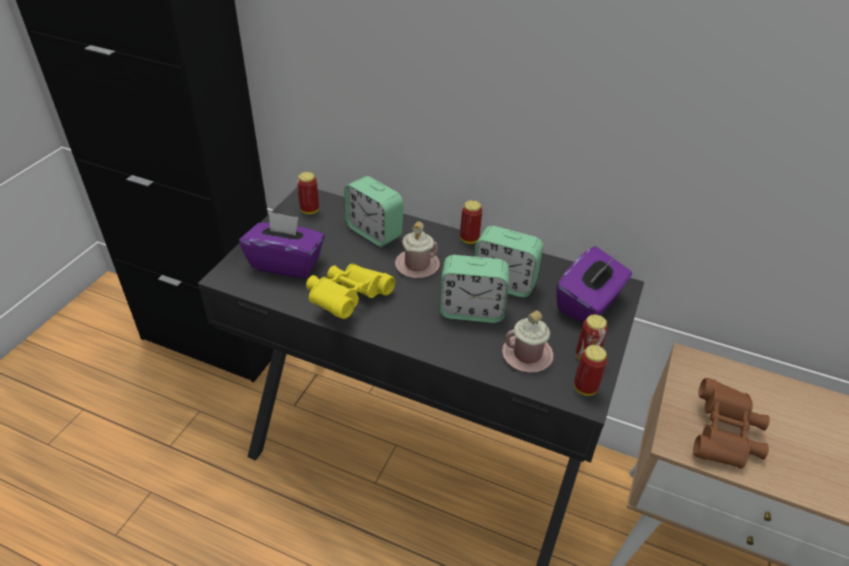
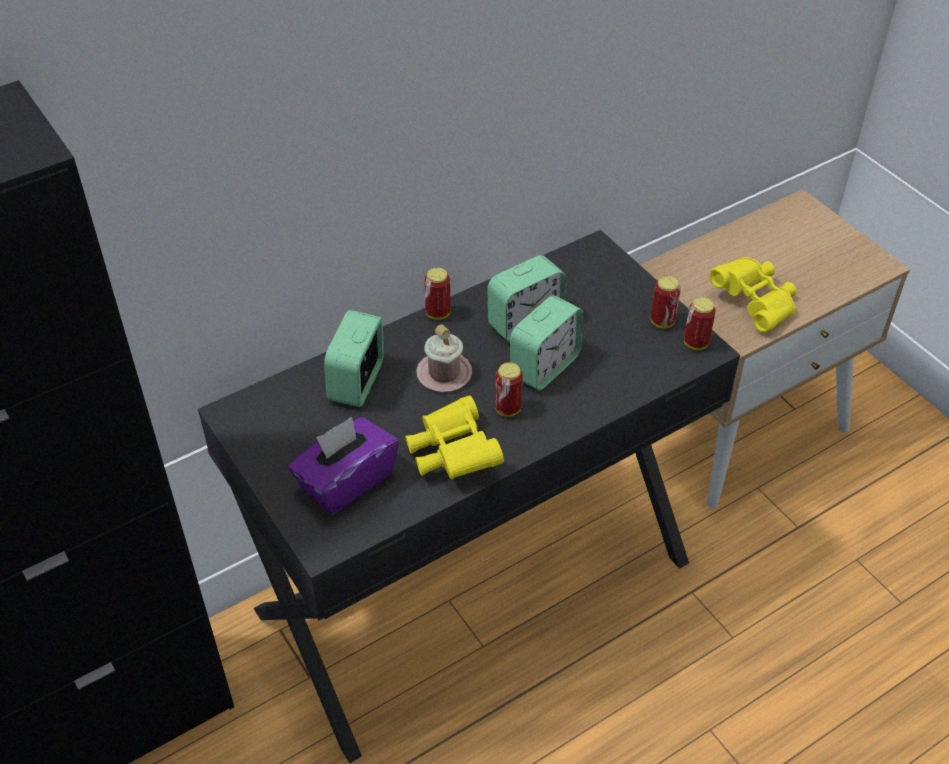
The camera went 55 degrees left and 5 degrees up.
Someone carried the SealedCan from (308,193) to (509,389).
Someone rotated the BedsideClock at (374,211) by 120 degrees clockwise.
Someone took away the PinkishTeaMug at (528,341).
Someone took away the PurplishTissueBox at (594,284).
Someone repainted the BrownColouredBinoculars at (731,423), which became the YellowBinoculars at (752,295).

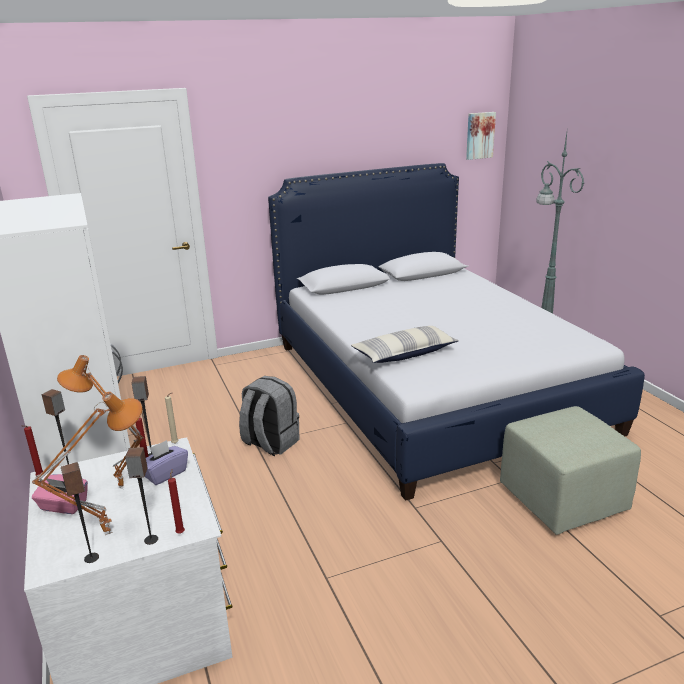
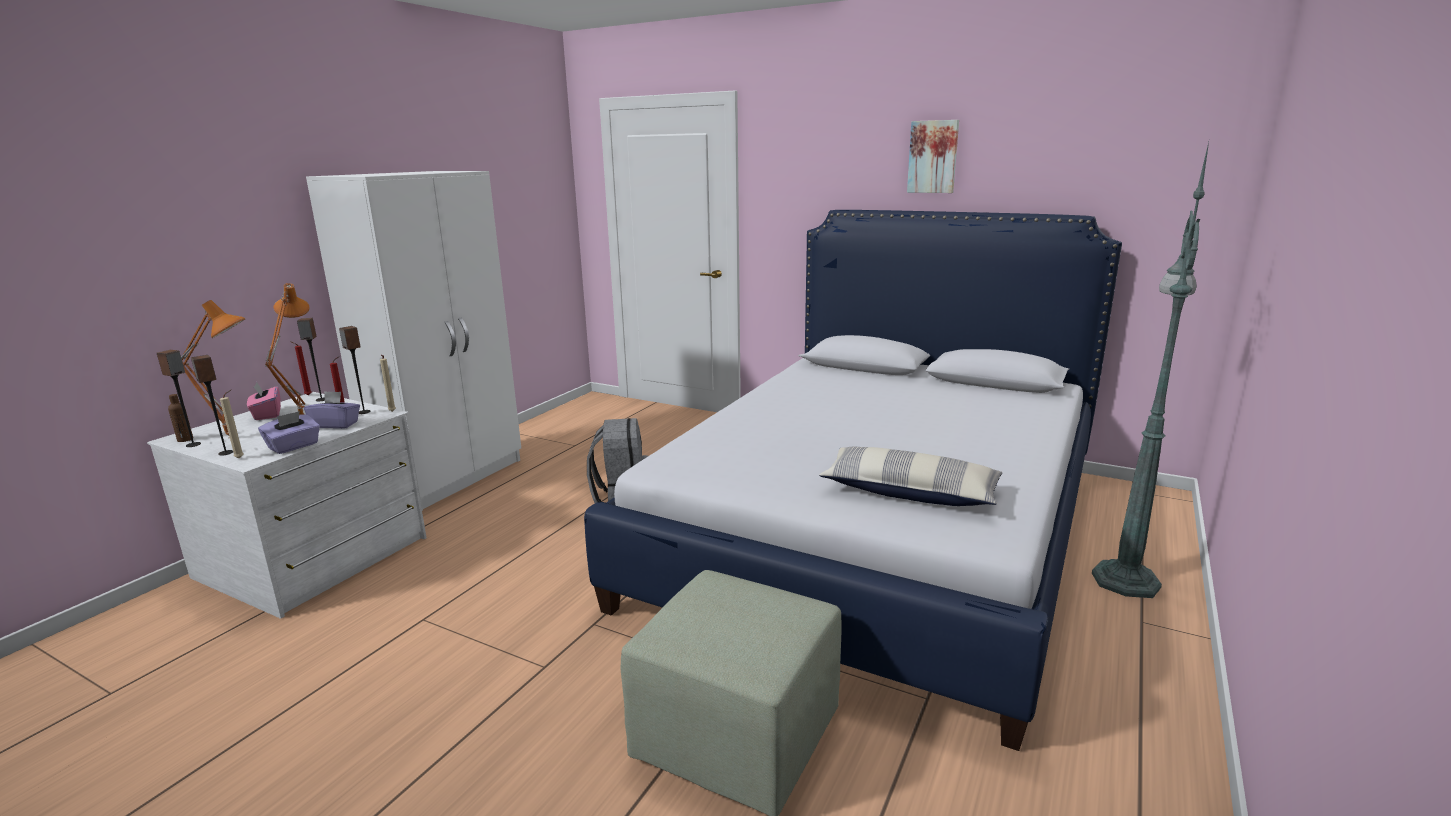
The camera went 50 degrees right and 5 degrees down.
Someone repainted the ReddishWaxLight at (176,501), which became the BeigeWaxLight at (232,424).
Someone carried the ThrowPillow from (405,344) to (910,476).
Someone carried the WallPicture from (481,136) to (933,156).
Someone put down the BrownColouredDrinkBottle at (180,418).
Someone put down the PurplishTissueBox at (289,432).

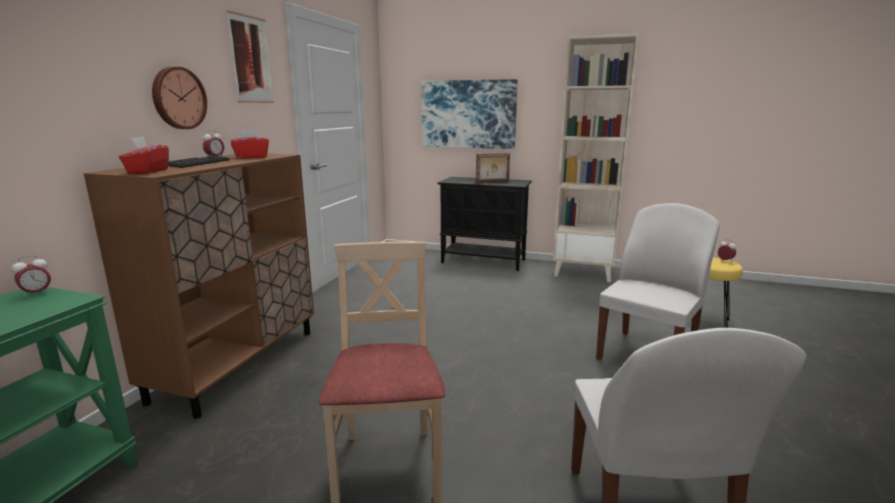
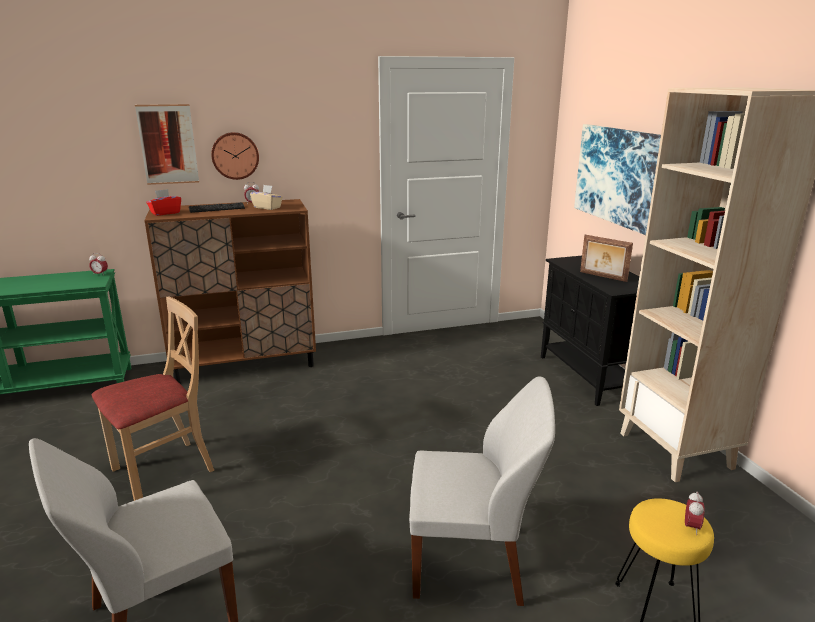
The camera went 55 degrees right and 5 degrees up.
Someone carried the WallPicture from (250,57) to (167,144).
Someone repainted the ReddishTissueBox at (250,144), which became the BeigeTissueBox at (266,197).

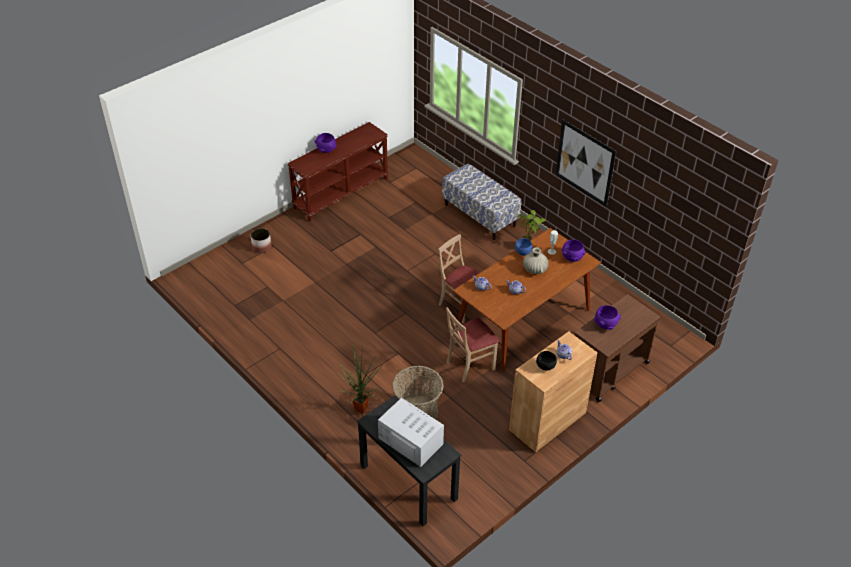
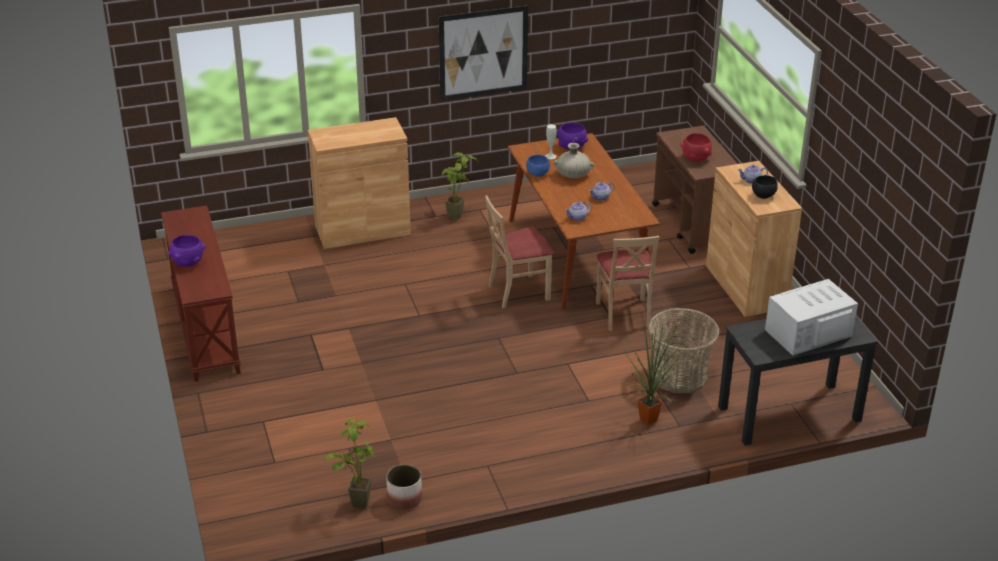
The camera went 65 degrees left and 10 degrees down.
Someone carried the FlowerPot from (261,240) to (404,487).
Someone swapped the IndoorBench at (481,201) for the BrownColouredStorageCabinet at (359,183).
Someone repainted the PurplishBowl at (607,317), which became the ReddishBowl at (696,147).
Someone put down the PlantInAPot at (349,464).

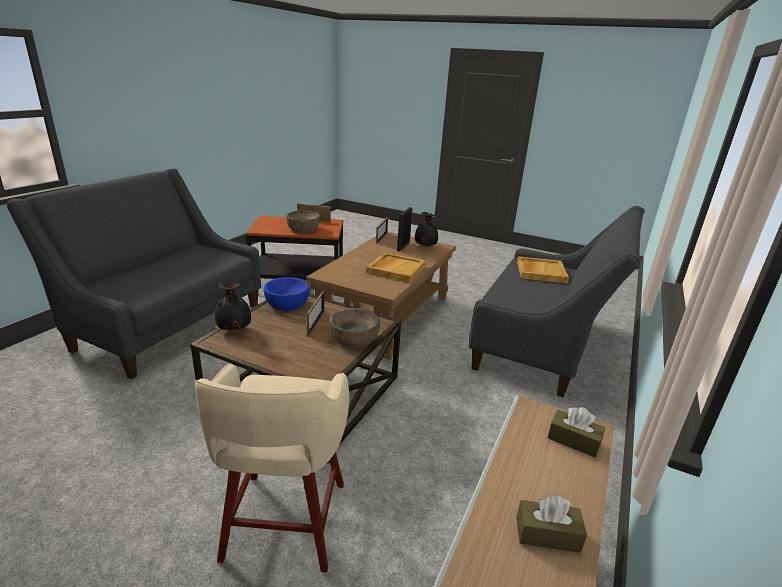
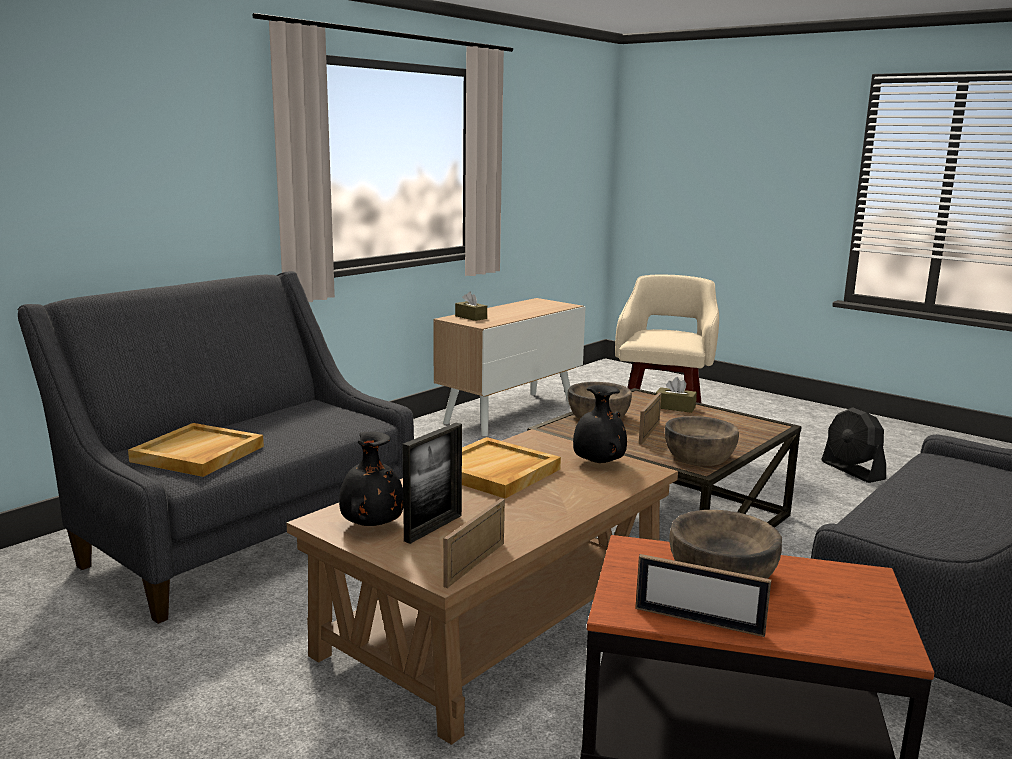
The camera went 165 degrees left and 10 degrees down.
Someone carried the BlackishFlowerVase from (233,306) to (600,424).
Someone repainted the BlueBowl at (287,294), which became the BrownColouredBowl at (702,441).
Someone carried the BrownColouredTissueBox from (551,524) to (676,395).
Someone put down the BlackishFan at (853,445).

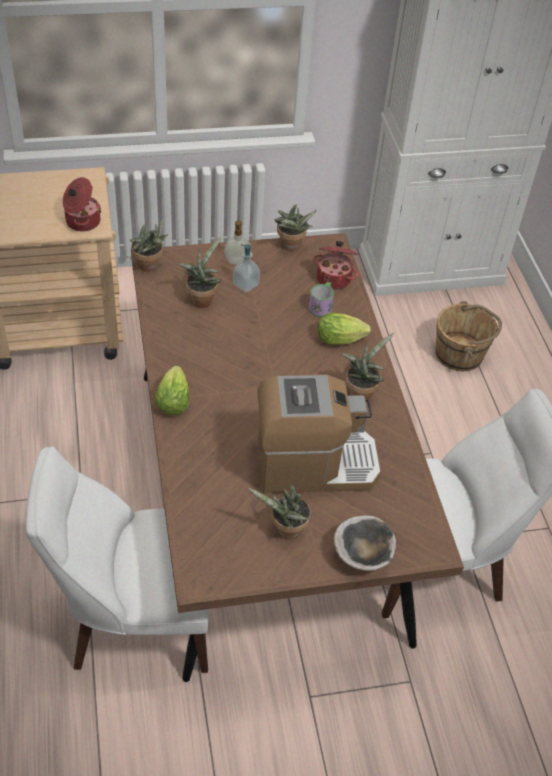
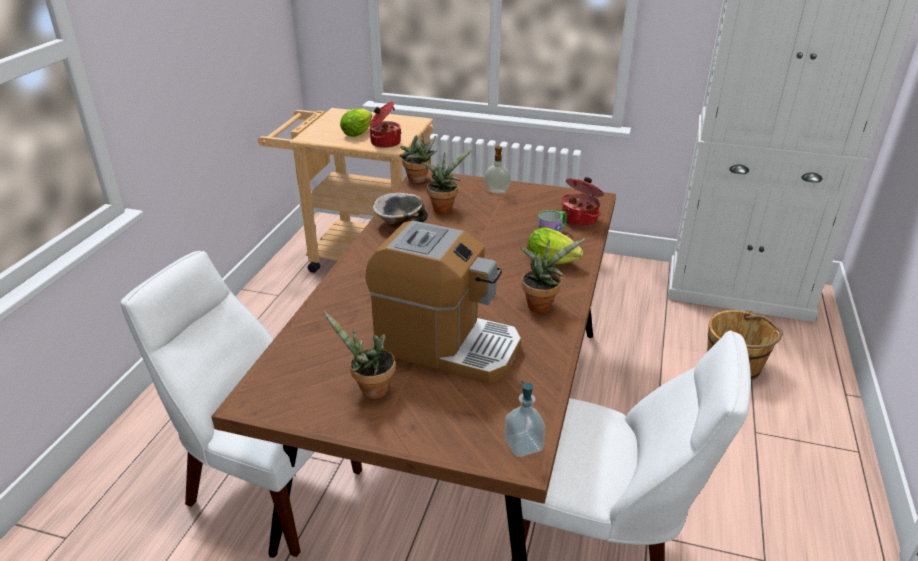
The camera went 30 degrees right and 15 degrees down.
Someone carried the HeadOfLettuce from (172,390) to (356,123).
Someone carried the LiquidSoapBottle from (246,268) to (525,419).
Someone took away the PlantInAPot at (295,227).
Someone carried the Bowl from (365,543) to (400,210).

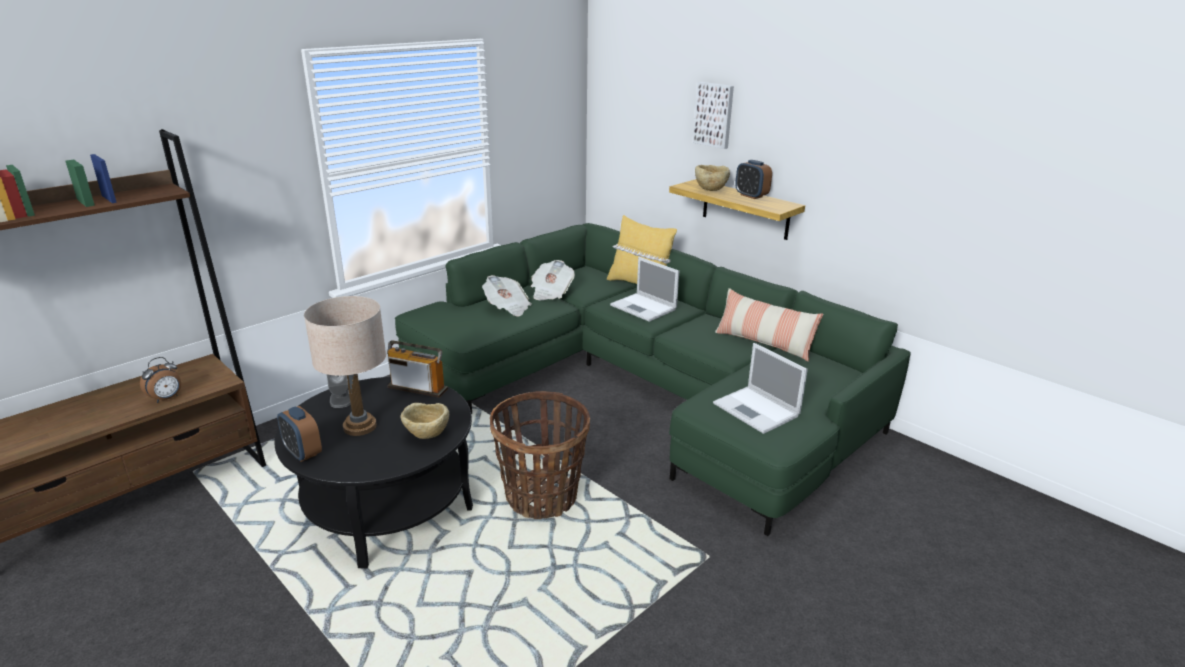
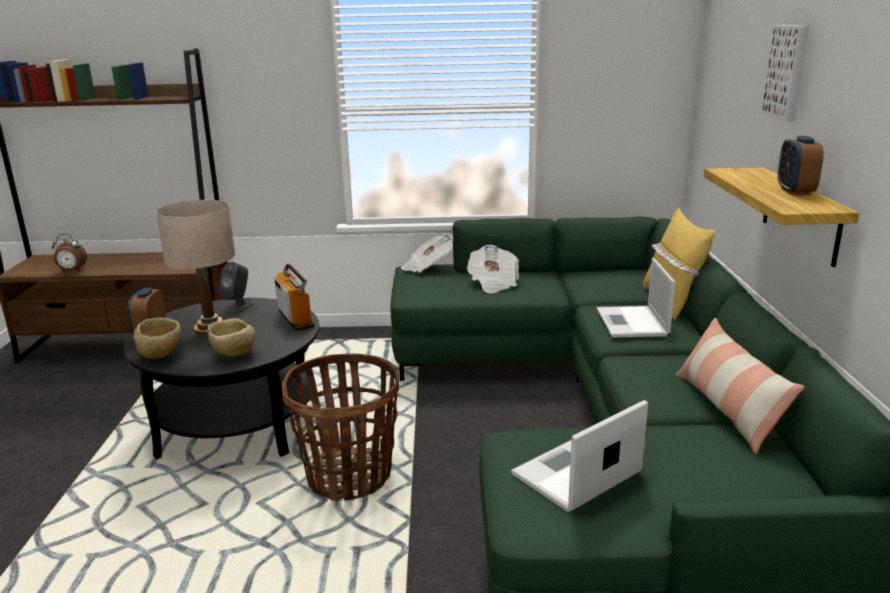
The camera went 45 degrees right and 5 degrees down.
Someone carried the BedsideClock from (160,380) to (69,253).
Someone carried the PrintedPaper from (553,280) to (427,253).
Someone carried the BeigeBowl from (712,178) to (157,338).
Someone rotated the NotebookComputer at (760,388) by 45 degrees clockwise.

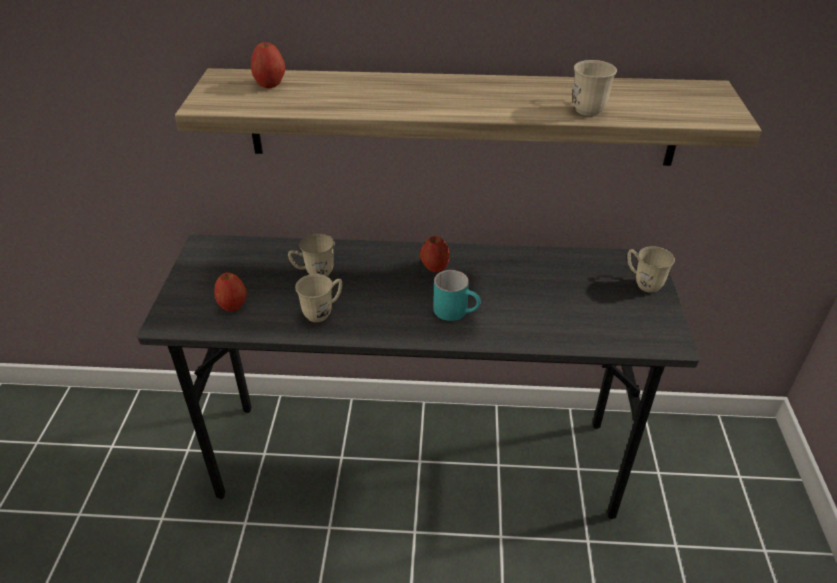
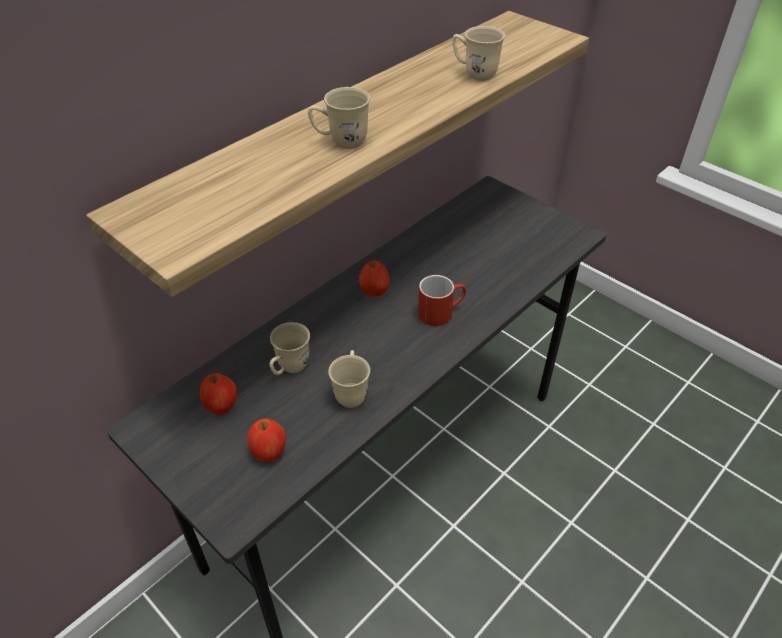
The camera went 50 degrees left and 5 degrees up.
Someone carried the Apple from (268,64) to (218,394).
Someone repainted the TurquoiseTeaMug at (457,295), which became the ReddishTeaMug at (442,300).
Someone carried the BeigeTeaMug from (651,269) to (339,118).

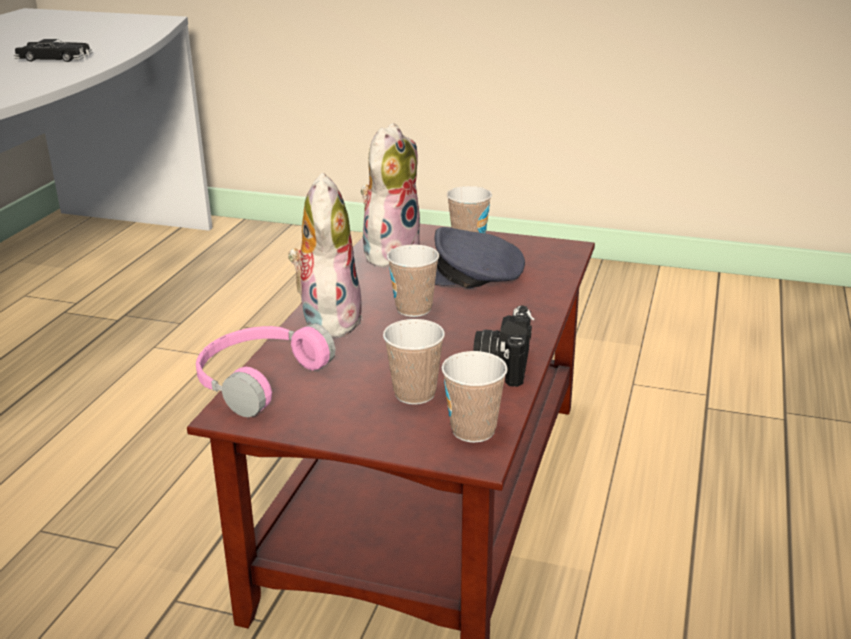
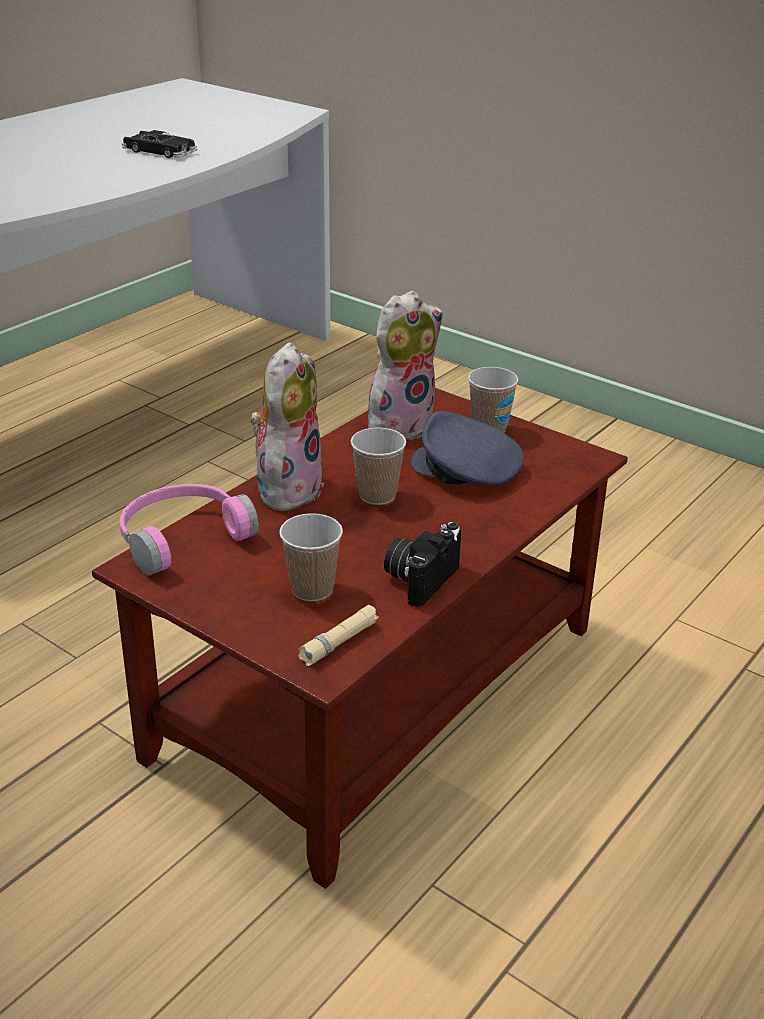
The camera went 20 degrees right and 5 degrees up.
Someone swapped the Cup at (474,397) for the BeigeHandTorch at (338,635).

